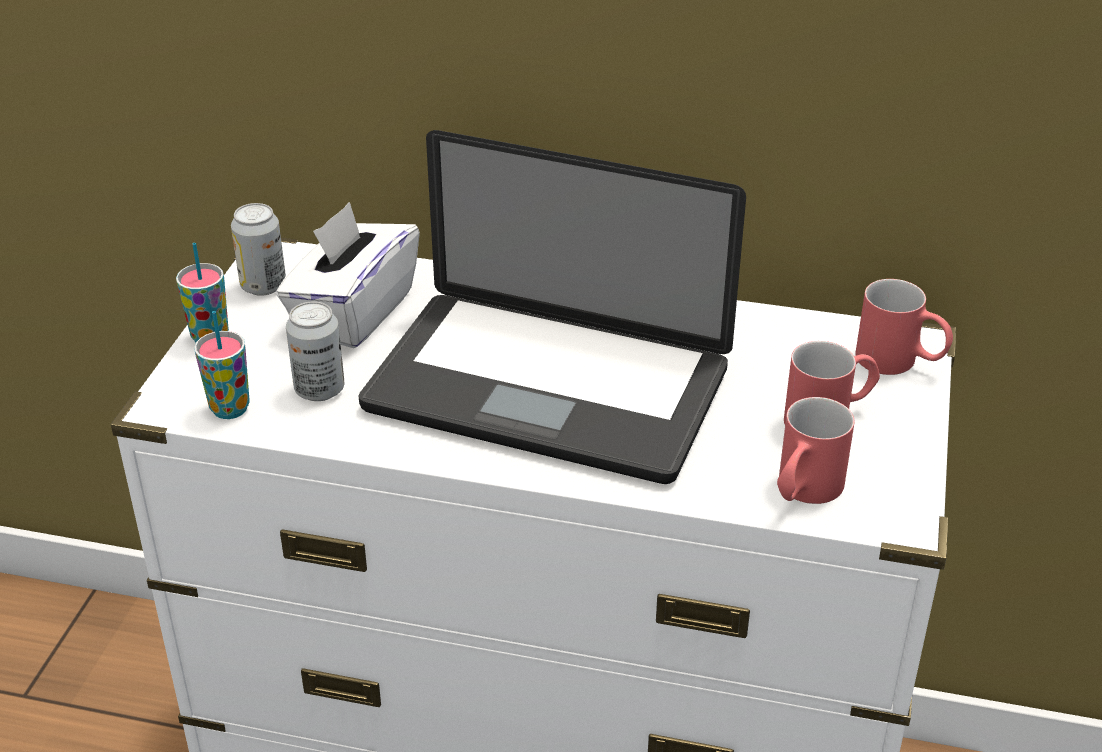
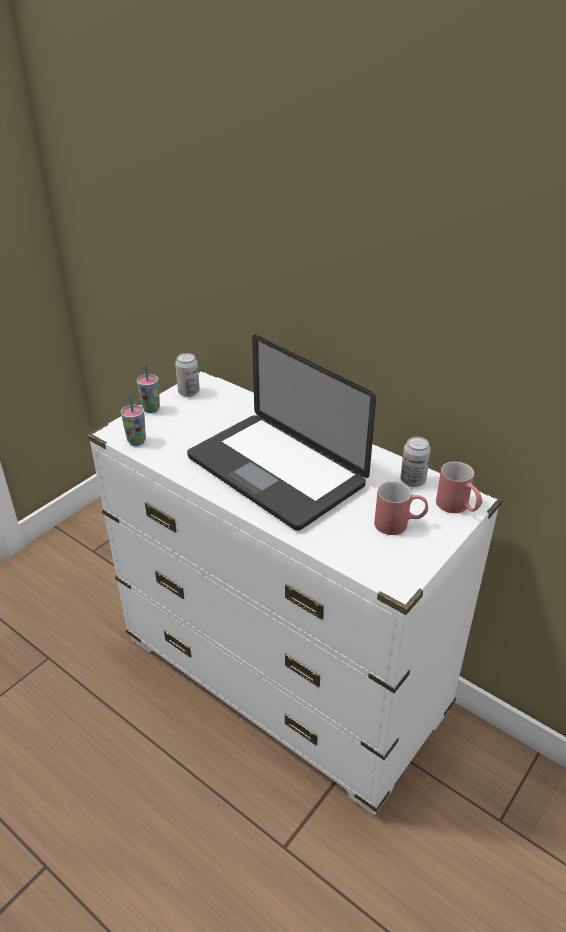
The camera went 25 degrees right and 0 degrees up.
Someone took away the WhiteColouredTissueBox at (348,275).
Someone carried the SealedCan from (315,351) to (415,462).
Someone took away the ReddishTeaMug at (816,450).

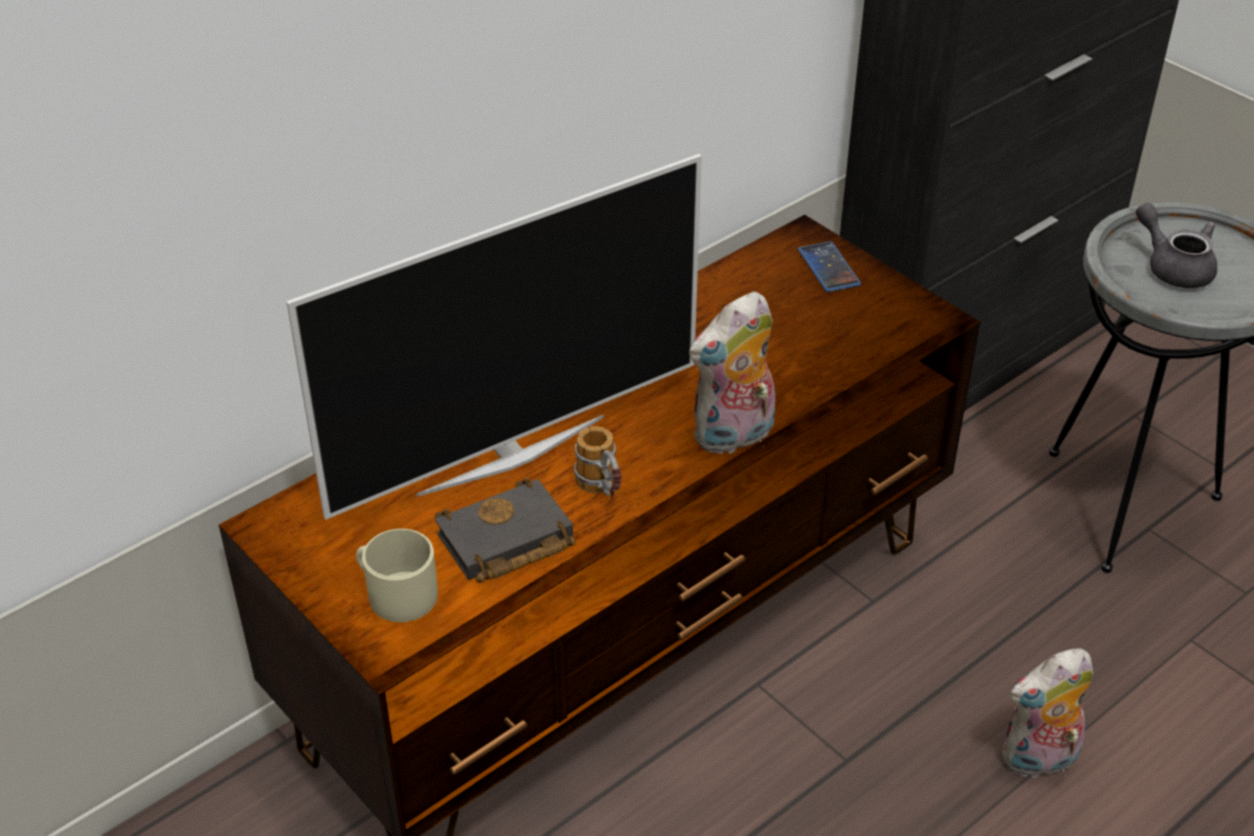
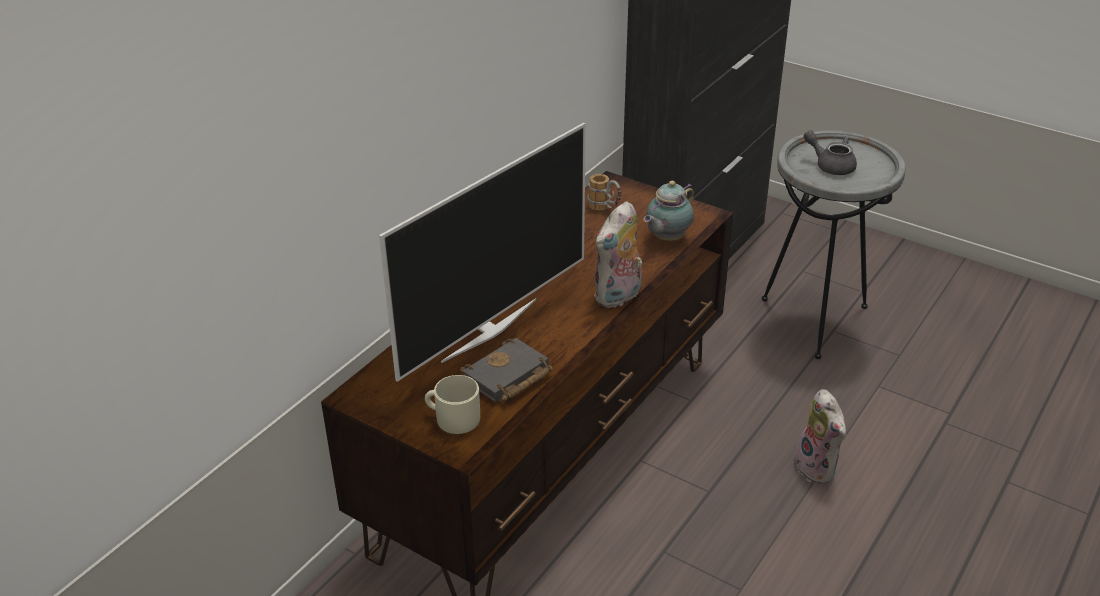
The camera went 15 degrees left and 5 degrees down.
Someone carried the TeaMug from (598,463) to (605,192).
Someone took away the Phone at (829,266).
Someone rotated the CuddlyToy at (1047,714) by 75 degrees counterclockwise.
Someone put down the TeaPot at (669,211).

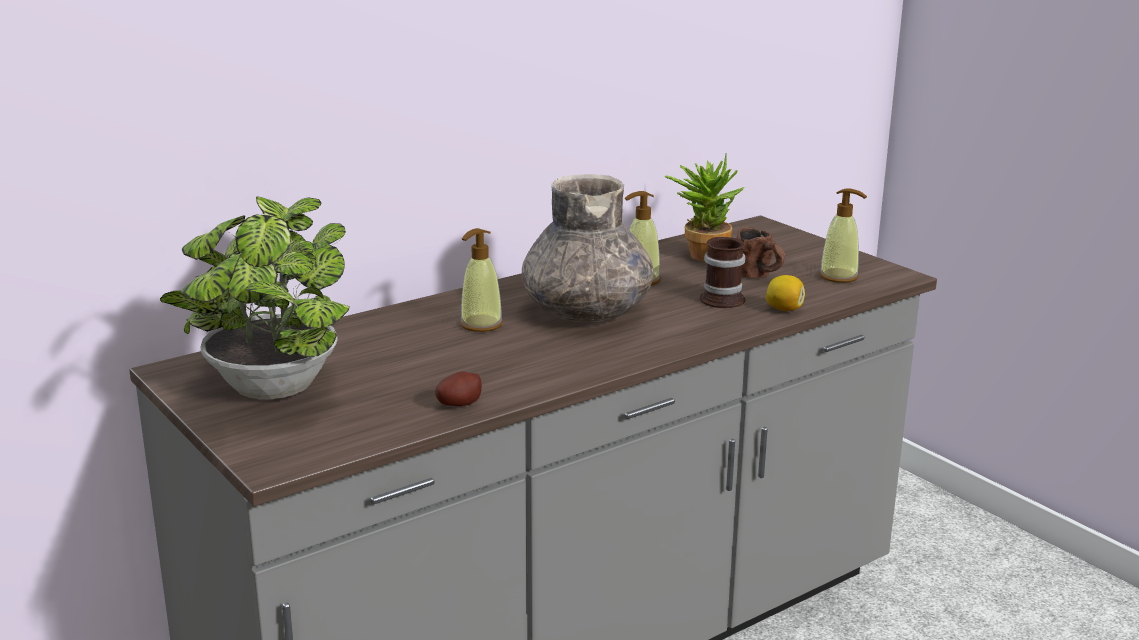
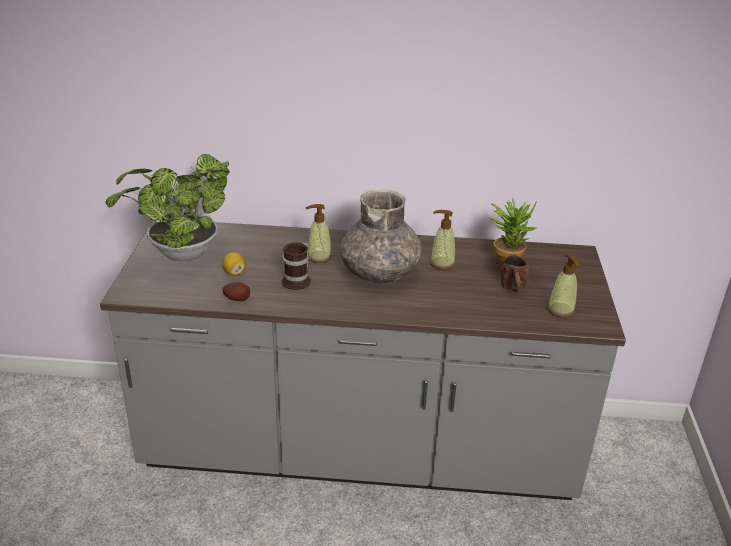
The camera went 40 degrees right and 10 degrees up.
Someone carried the TeaMug from (722,272) to (296,266).
Someone carried the WholeLemon from (785,293) to (234,264).

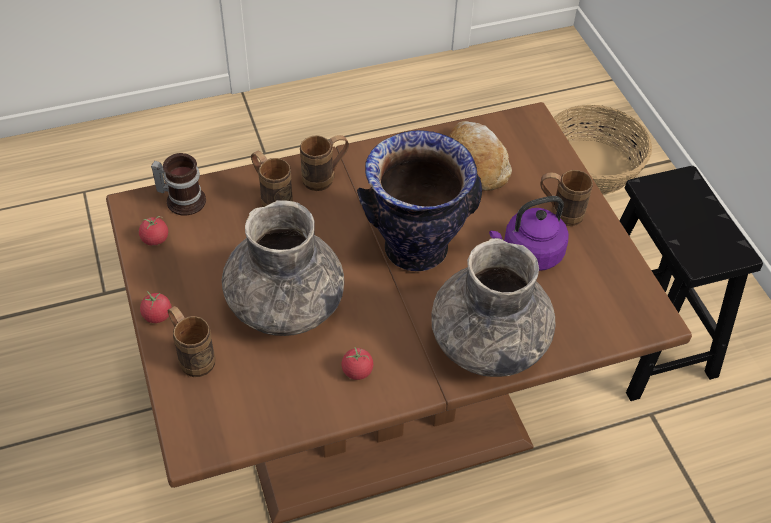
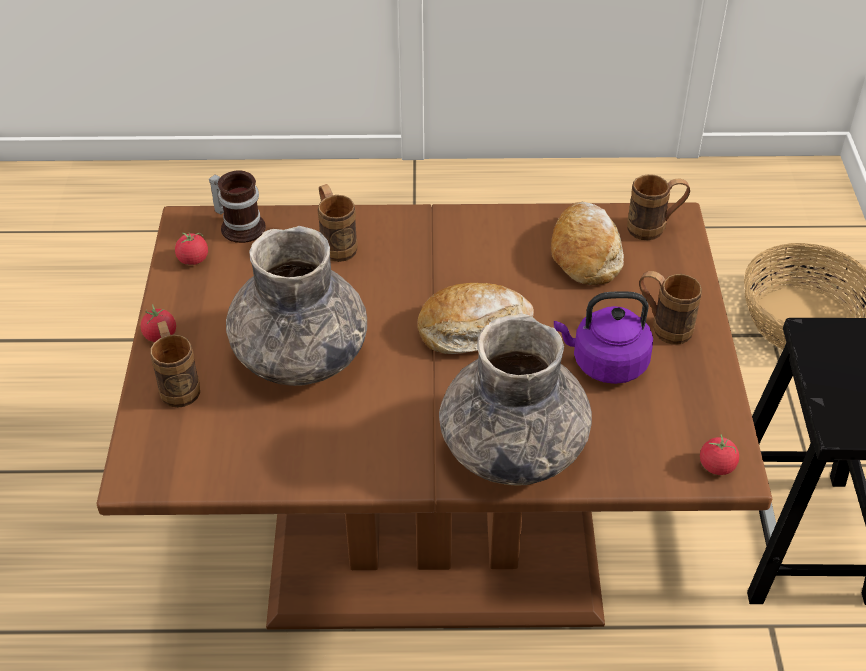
The camera went 20 degrees right and 5 degrees down.
Someone carried the BrownColouredTeaMug from (324,163) to (658,207).
Someone carried the FreshTomato from (357,363) to (719,455).
Someone swapped the FlowerVase at (419,200) for the BakedBread at (475,318).

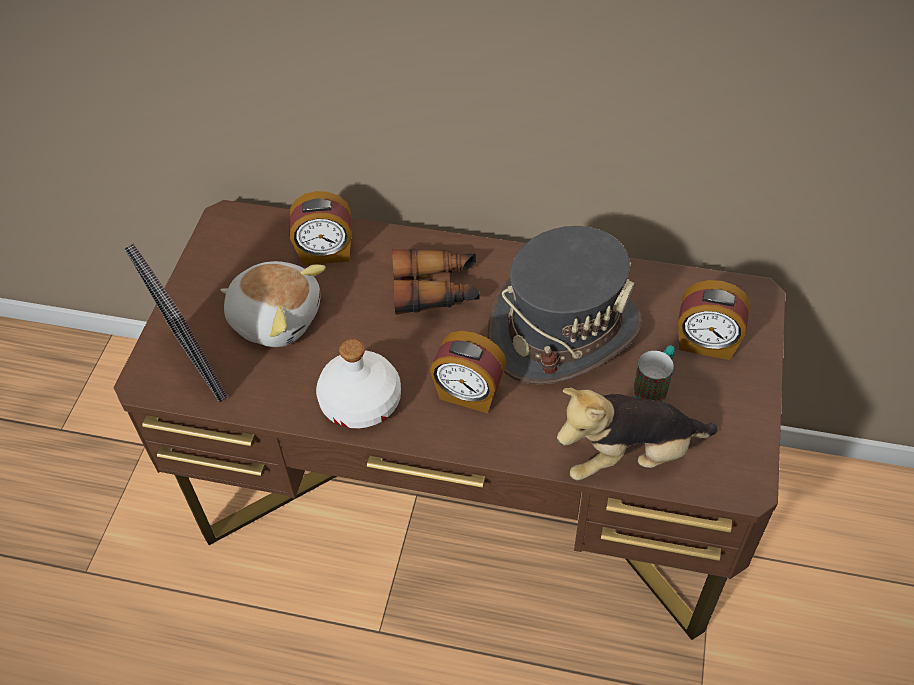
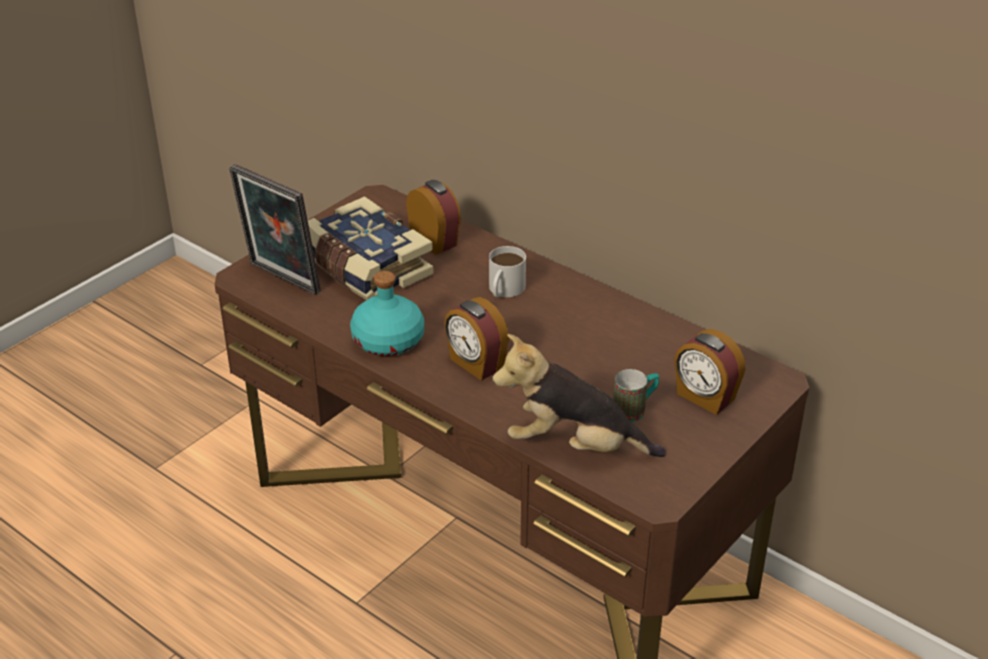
The camera went 25 degrees right and 15 degrees down.
Someone rotated the StandingFrame at (176,323) by 45 degrees counterclockwise.
Someone swapped the CuddlyToy at (273,304) for the Book at (371,248).
Someone rotated the BedsideClock at (321,228) by 150 degrees counterclockwise.
Someone repainted the WhiteColouredDrinkBottle at (358,384), which became the TurquoiseDrinkBottle at (387,313).
Someone swapped the Binoculars at (436,282) for the WhiteColouredTeaMug at (507,271).
Someone took away the GrayHat at (565,305).

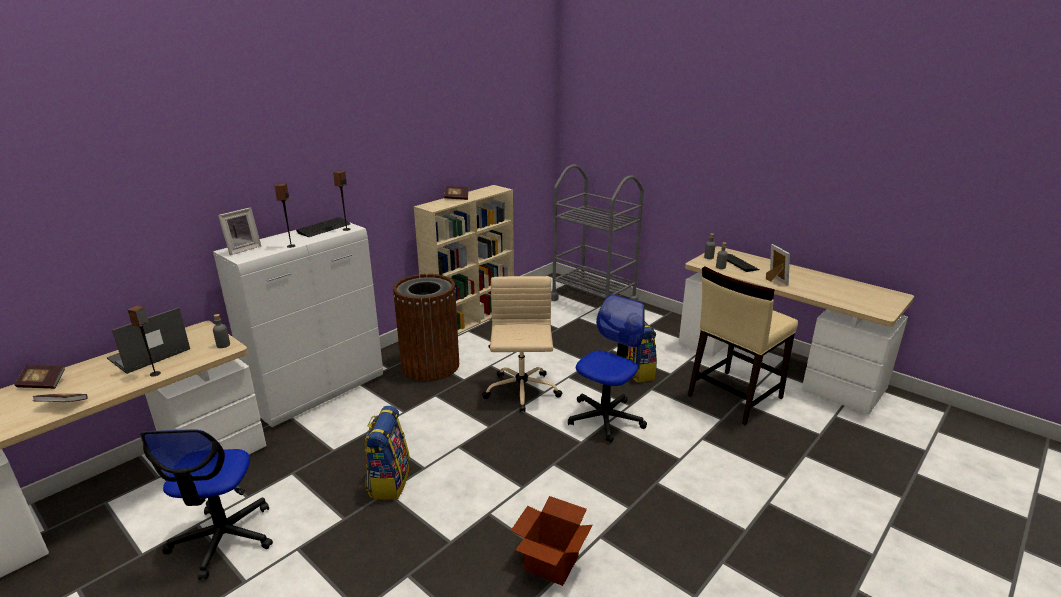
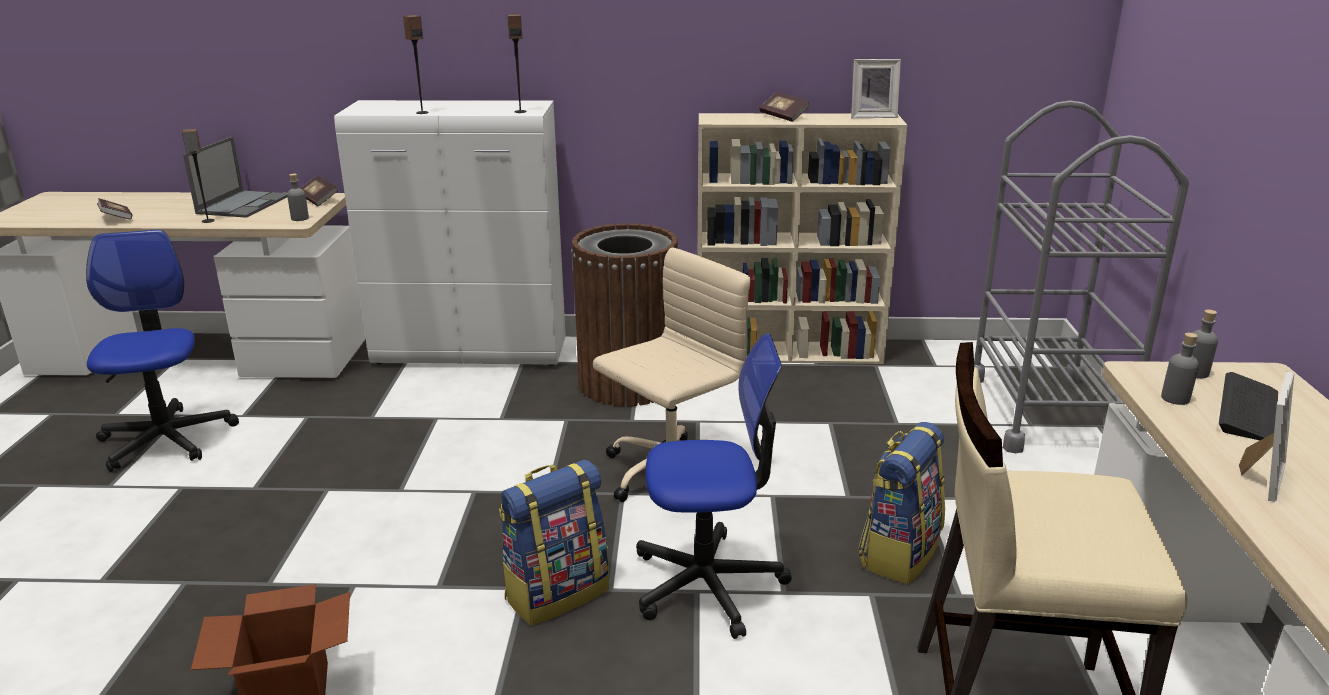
The camera went 50 degrees right and 0 degrees up.
Someone carried the Book from (40,377) to (319,191).
Someone rotated the NotebookComputer at (148,340) by 105 degrees clockwise.
Someone rotated the DeskChair at (206,504) by 120 degrees clockwise.
Someone carried the StandingFrame from (239,231) to (876,88).
Someone took away the PcKeyboard at (323,227).
Someone carried the Rucksack from (387,453) to (554,543).

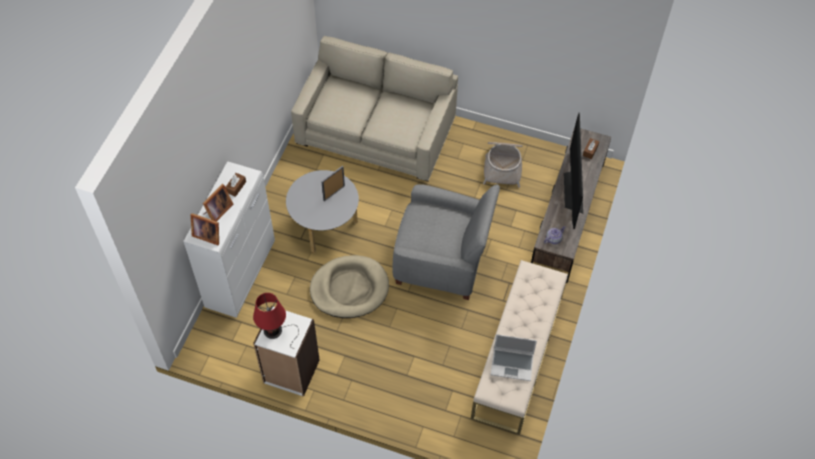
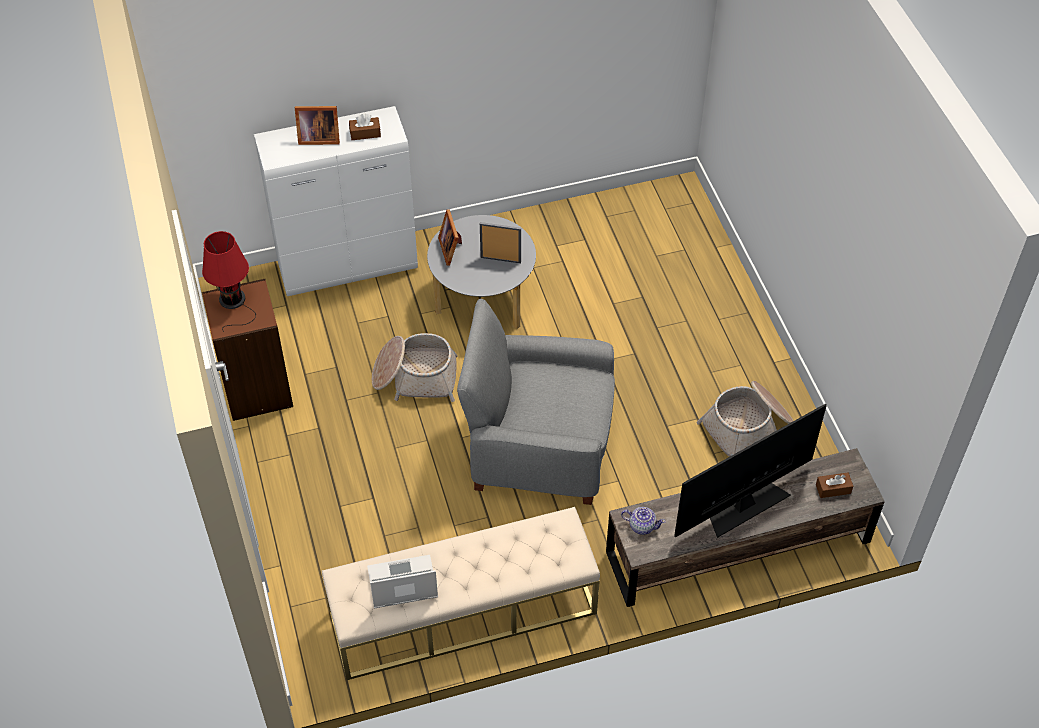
The camera went 55 degrees right and 5 degrees down.
Someone carried the StandingFrame from (205,229) to (450,237).
Someone repainted the WhiteColouredBookshelf at (286,351), which became the BrownColouredBookshelf at (247,350).
Someone took away the BeigeCouch at (374,109).
Someone swapped the BeigePetBed at (349,286) for the HouseholdBasket at (415,367).
Someone rotated the GrayLoungeChair at (446,242) by 120 degrees clockwise.
Someone rotated the NotebookComputer at (514,357) by 105 degrees clockwise.

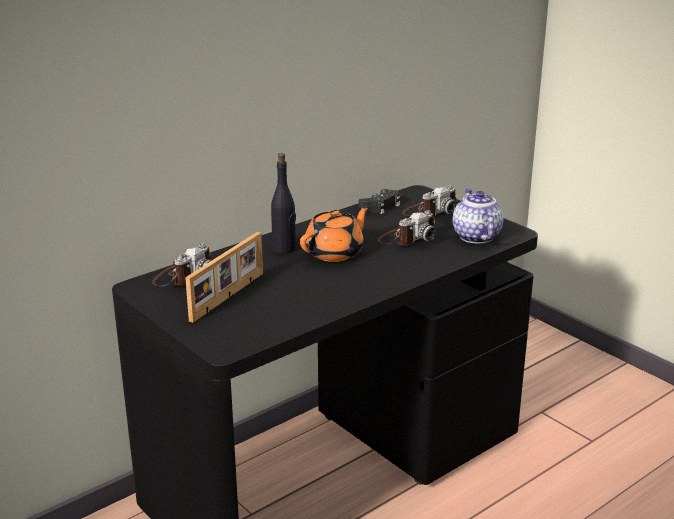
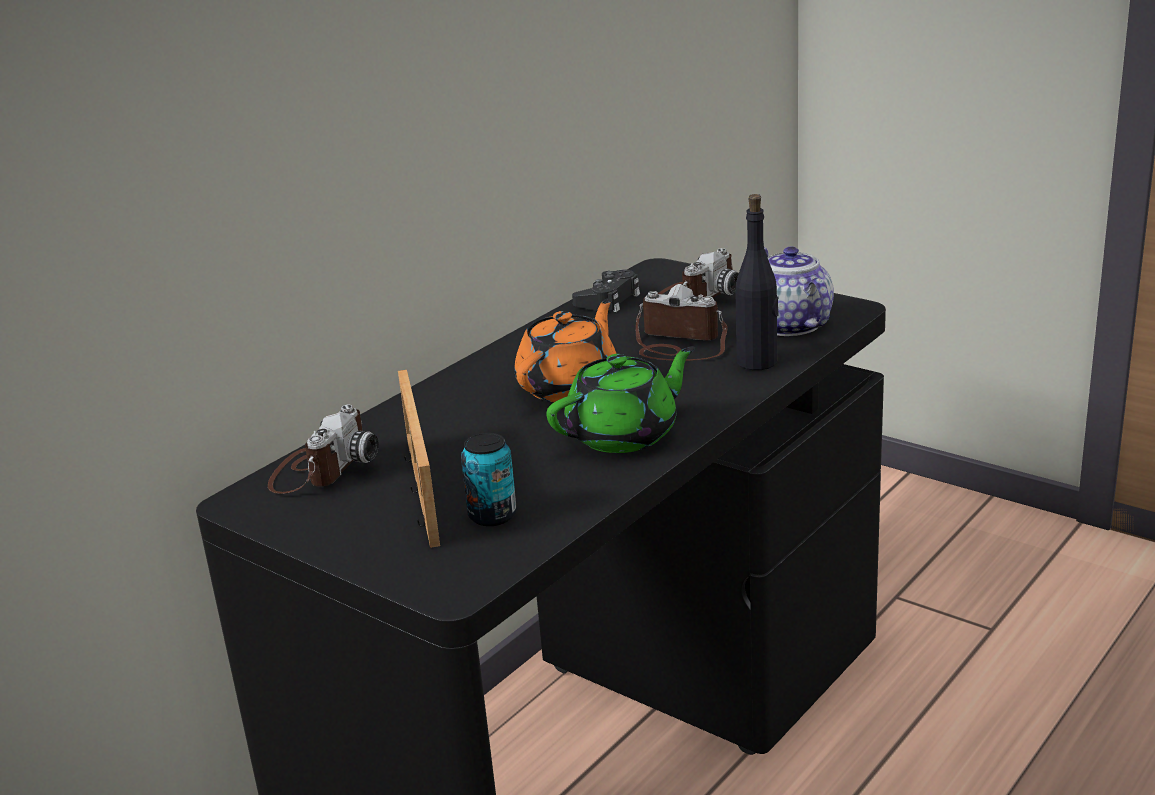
The camera went 10 degrees left and 0 degrees up.
Someone rotated the StandingFrame at (224,277) by 150 degrees clockwise.
Someone carried the BlackishDrinkBottle from (283,203) to (757,282).
Someone rotated the StillCamera at (407,228) by 105 degrees counterclockwise.
Someone put down the SealedCan at (489,479).
Someone put down the GreenColouredTeaPot at (620,399).

